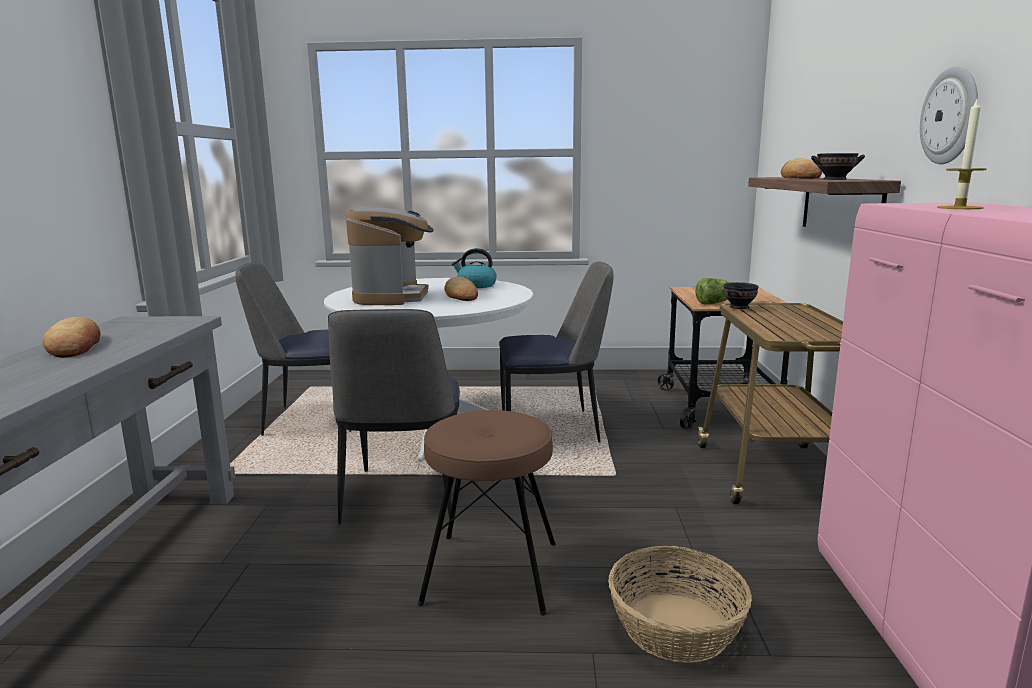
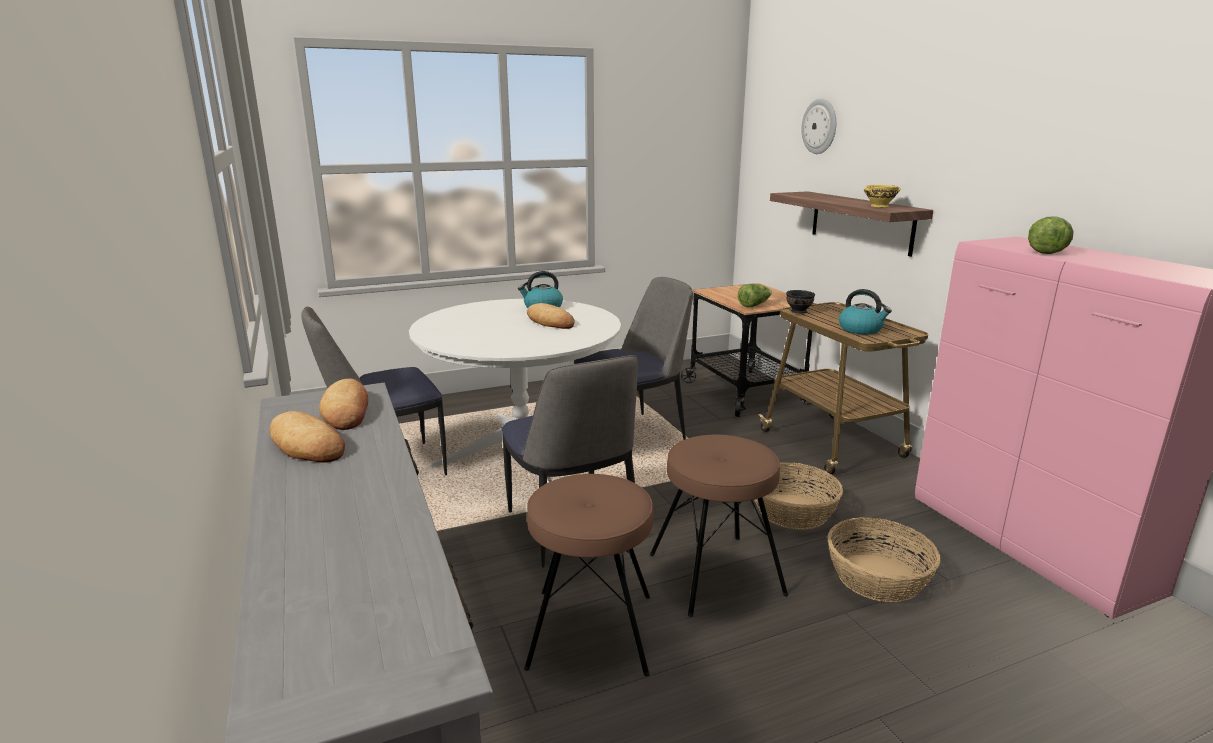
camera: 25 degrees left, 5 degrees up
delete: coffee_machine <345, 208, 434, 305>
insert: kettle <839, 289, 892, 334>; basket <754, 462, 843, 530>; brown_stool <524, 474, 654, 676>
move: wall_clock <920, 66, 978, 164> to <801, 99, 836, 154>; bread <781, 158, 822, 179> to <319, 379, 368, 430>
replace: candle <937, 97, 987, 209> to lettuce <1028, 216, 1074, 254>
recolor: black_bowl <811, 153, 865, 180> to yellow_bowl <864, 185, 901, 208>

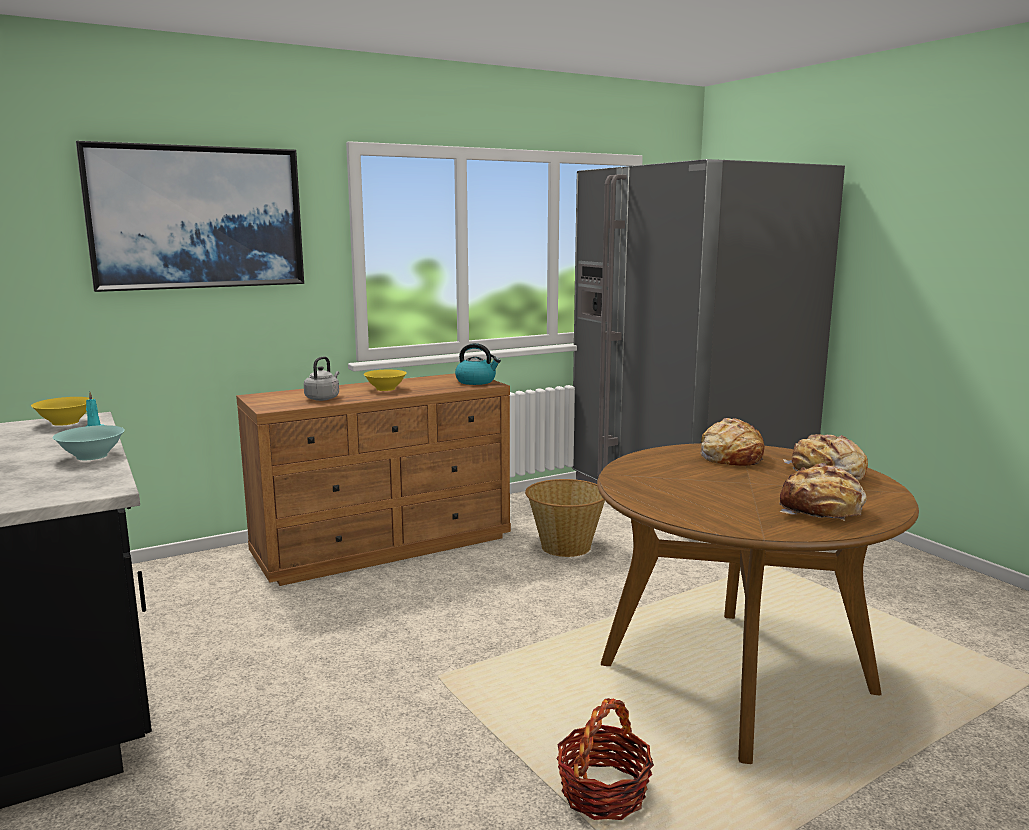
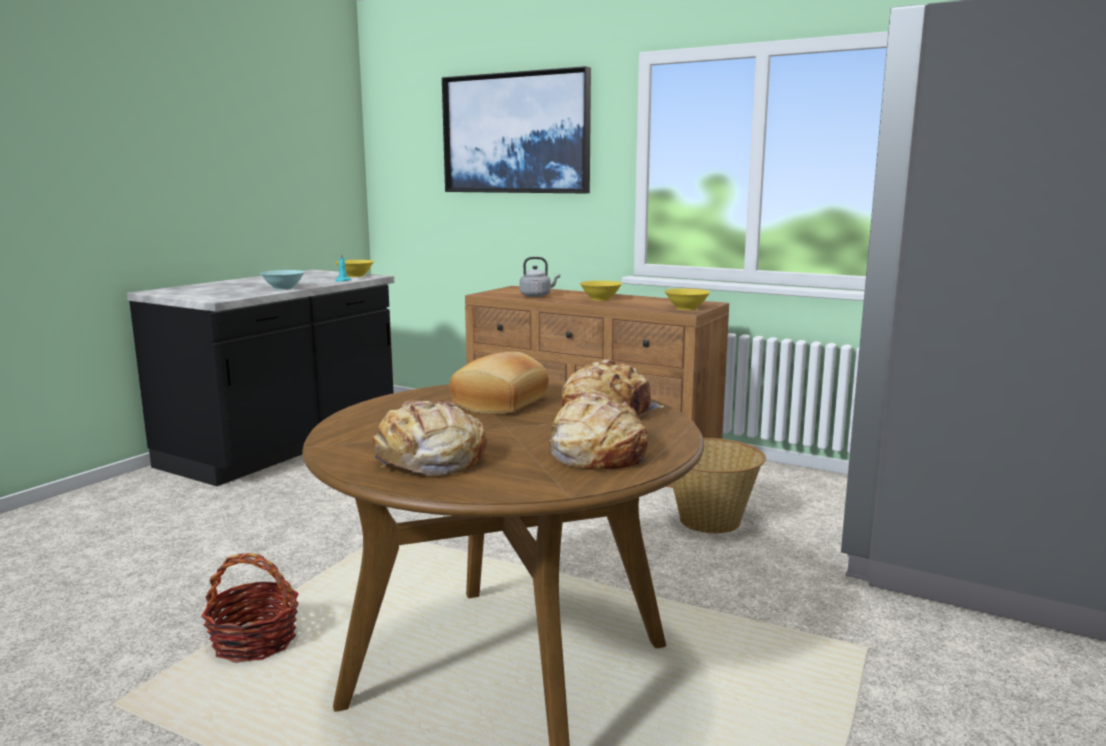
camera: 60 degrees right, 0 degrees up
insert: bread <450, 352, 549, 414>
replace: kettle <455, 343, 501, 385> to yellow_bowl <664, 288, 711, 310>

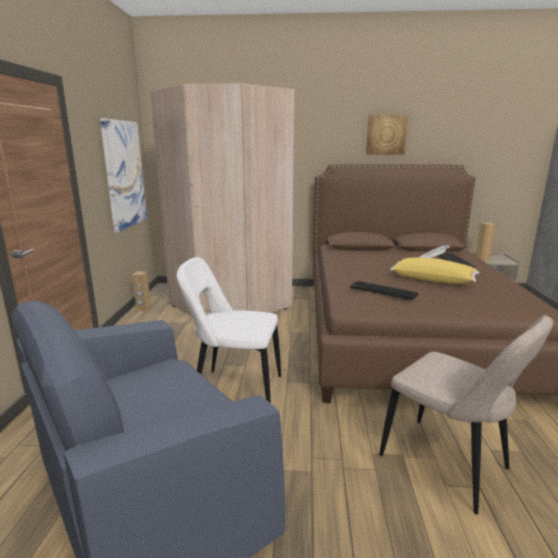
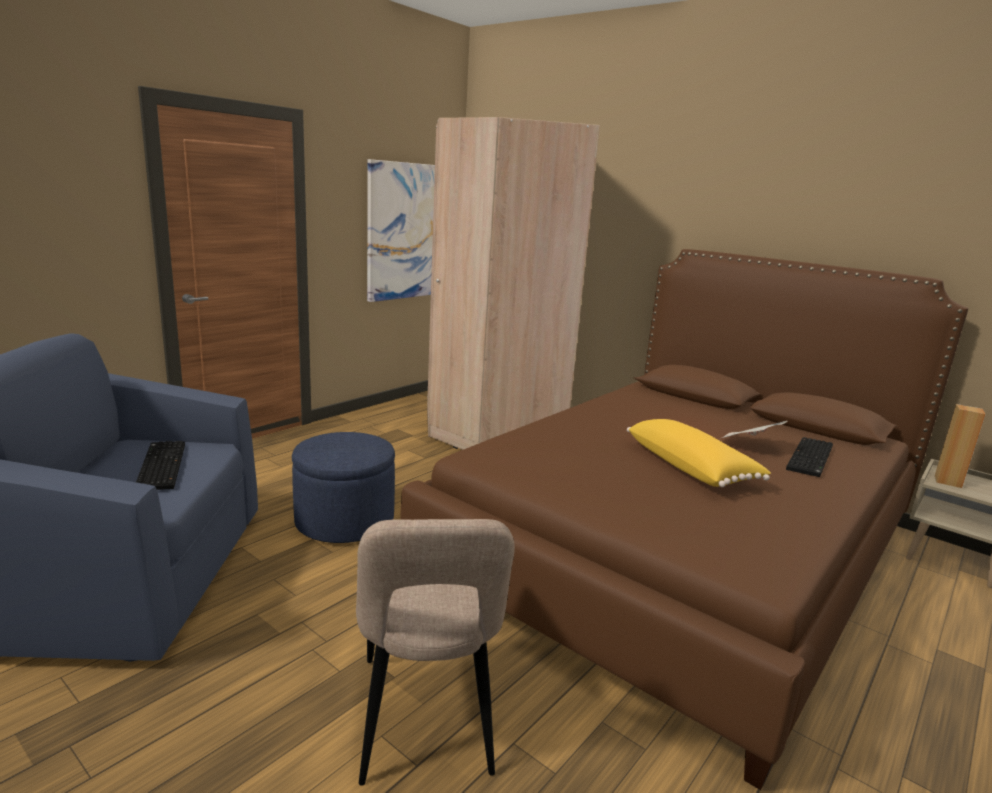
camera: 35 degrees right, 0 degrees up
delete: picture <366, 114, 408, 154>; brown_speaker <132, 271, 151, 312>
move: keyboard <350, 281, 418, 300> to <136, 441, 185, 490>
replace: white_chair <177, 257, 281, 403> to blue_ottoman <292, 432, 395, 543>

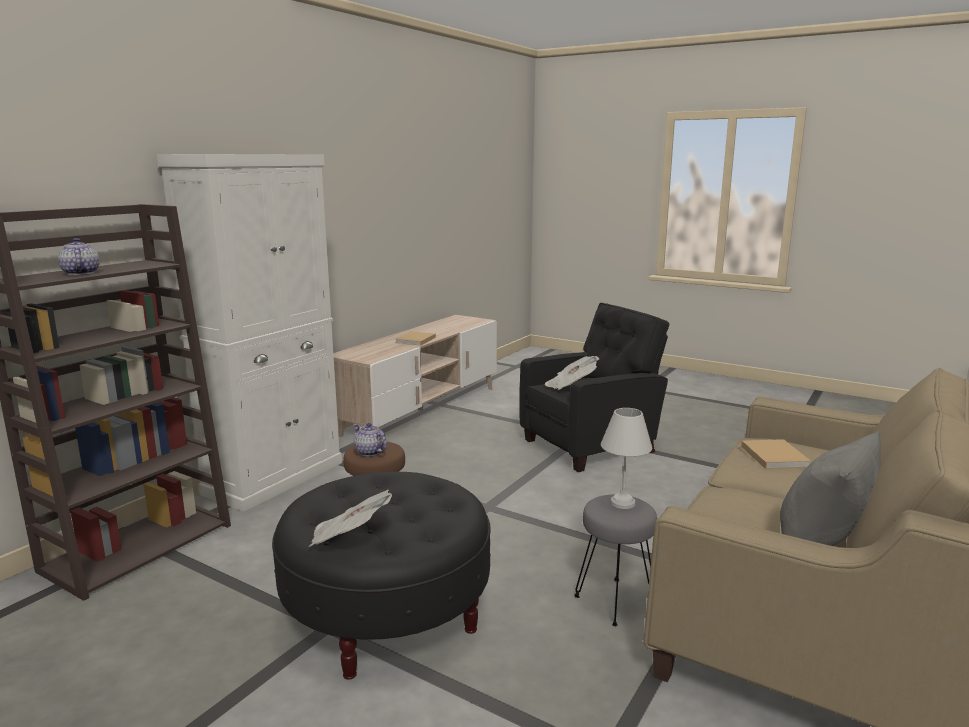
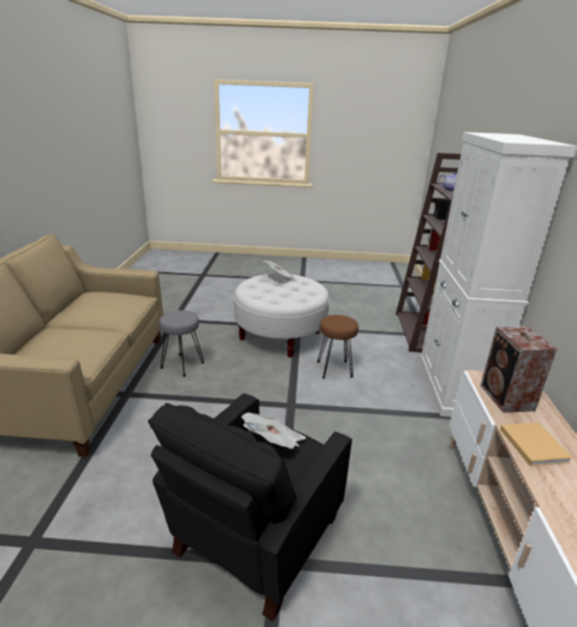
camera: 150 degrees right, 10 degrees up
delete: white_table_lamp <601, 408, 652, 509>; teapot <353, 423, 387, 456>; grey_pillow <780, 431, 881, 546>; beige_book <741, 439, 811, 469>
insert: speaker <480, 326, 557, 413>
recolor: black_ottoman <272, 472, 491, 680> to white_ottoman <234, 274, 330, 357>

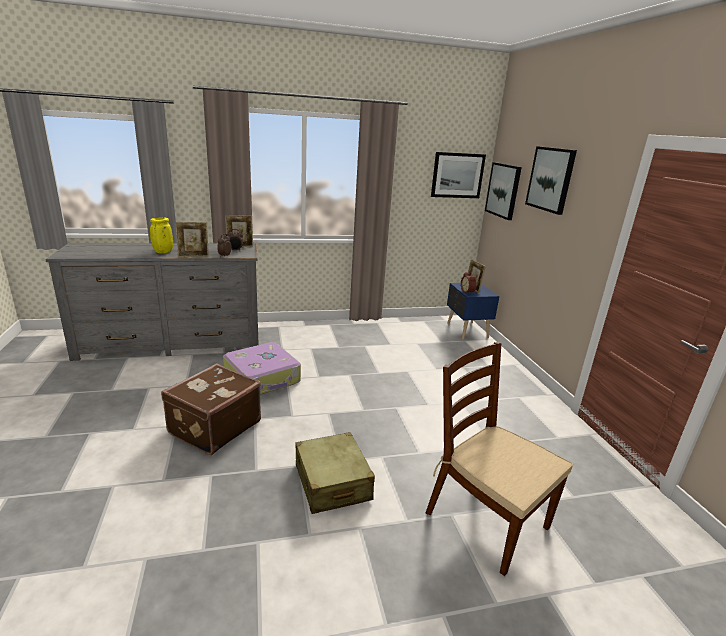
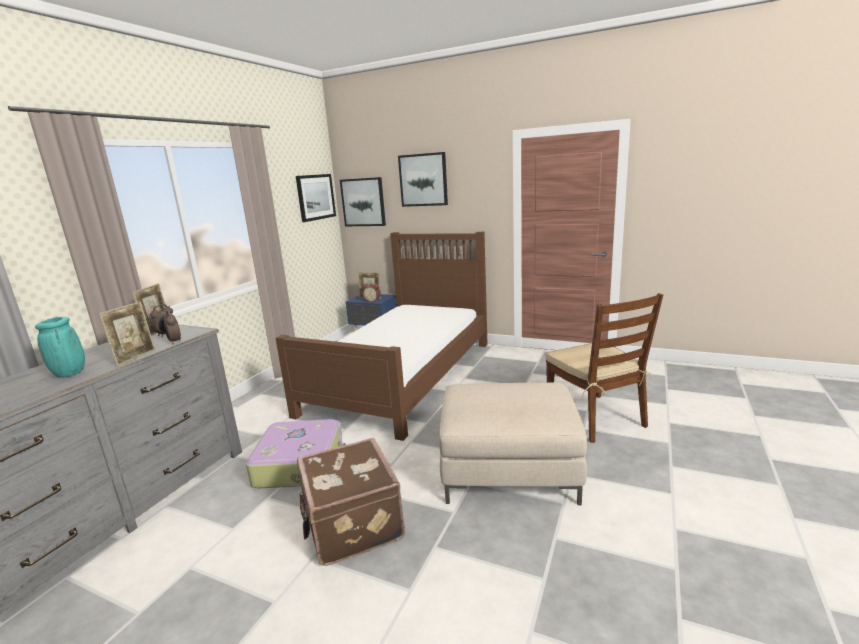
camera: 50 degrees left, 5 degrees down
insert: brown_bed <275, 232, 488, 441>
replace: beige_suitcase <295, 432, 375, 514> to beige_ottoman <439, 383, 587, 505>
recolor: yellow_vase <150, 217, 173, 253> to turquoise_vase <35, 317, 85, 378>
rotate: brown_chair <426, 342, 573, 576> = <545, 293, 663, 443> 105 degrees counterclockwise

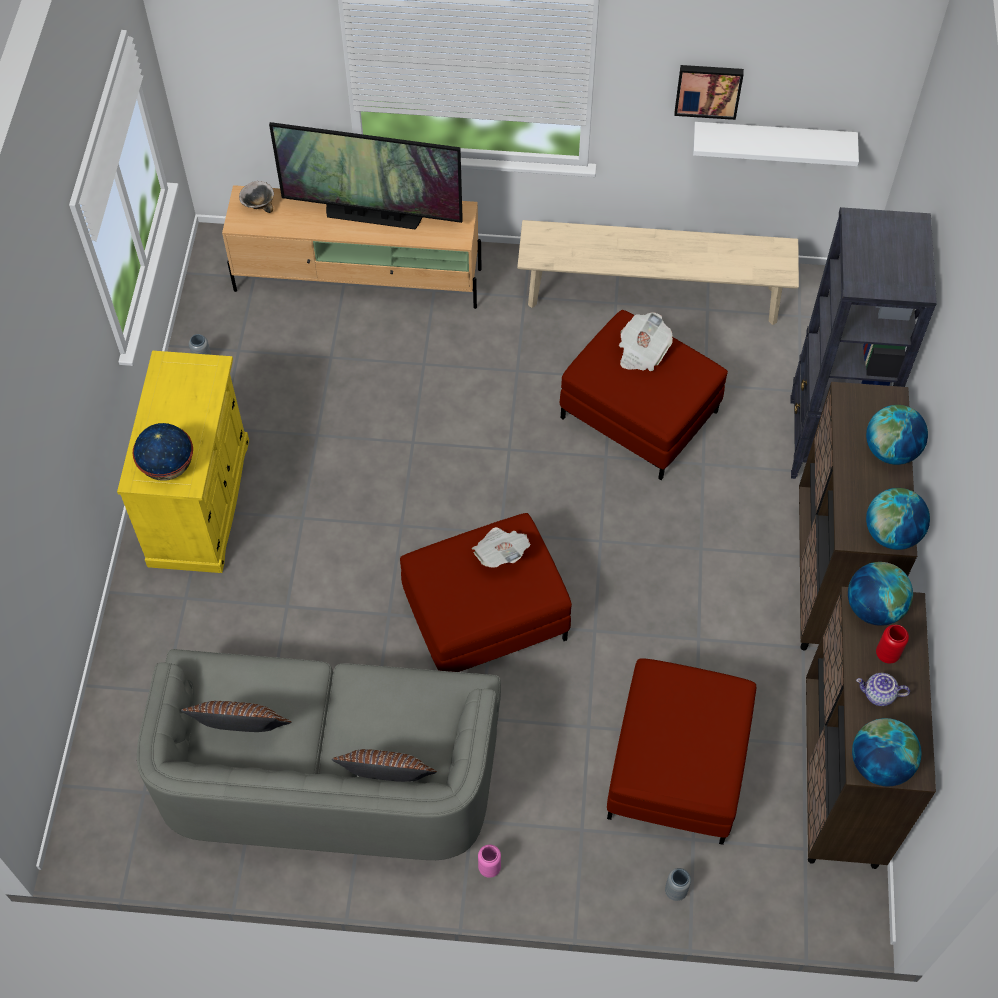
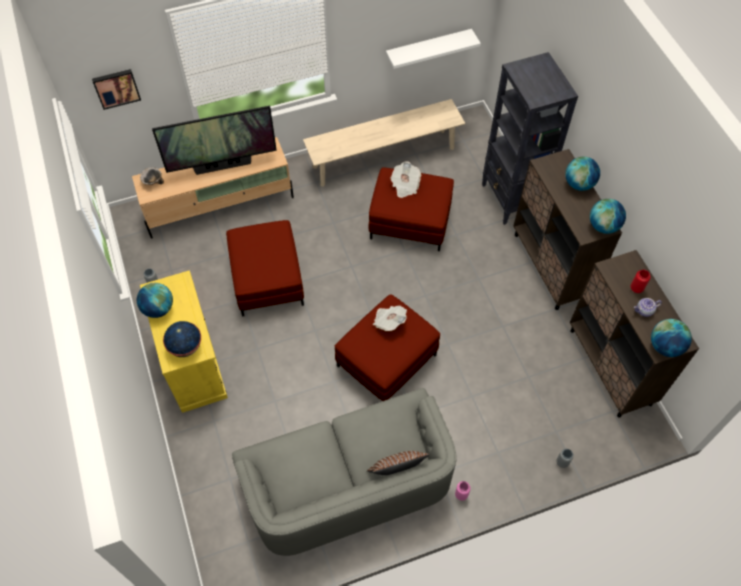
camera: 25 degrees left, 0 degrees up
delete: brown_pillow <181, 701, 291, 732>
move: picture <674, 65, 744, 120> to <92, 69, 141, 110>; globe <848, 562, 913, 626> to <137, 283, 173, 318>; red_ottoman <607, 658, 756, 845> to <226, 220, 304, 317>

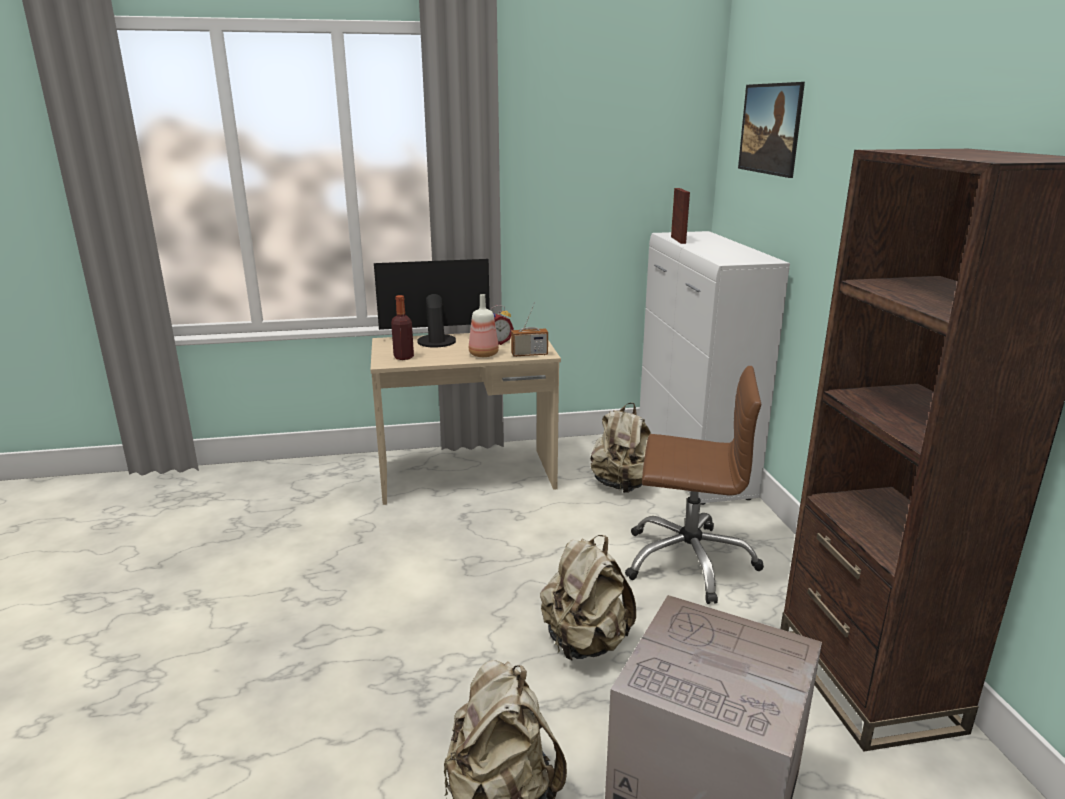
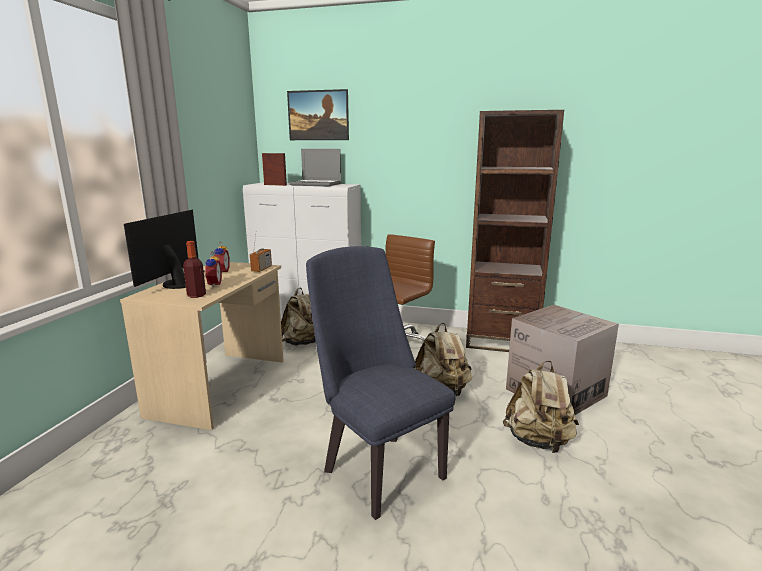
camera: 65 degrees left, 5 degrees down
delete: bottle <469, 294, 499, 357>
insert: laptop <289, 149, 341, 186>; blue_chair <306, 246, 455, 520>; alarm_clock <203, 252, 222, 287>

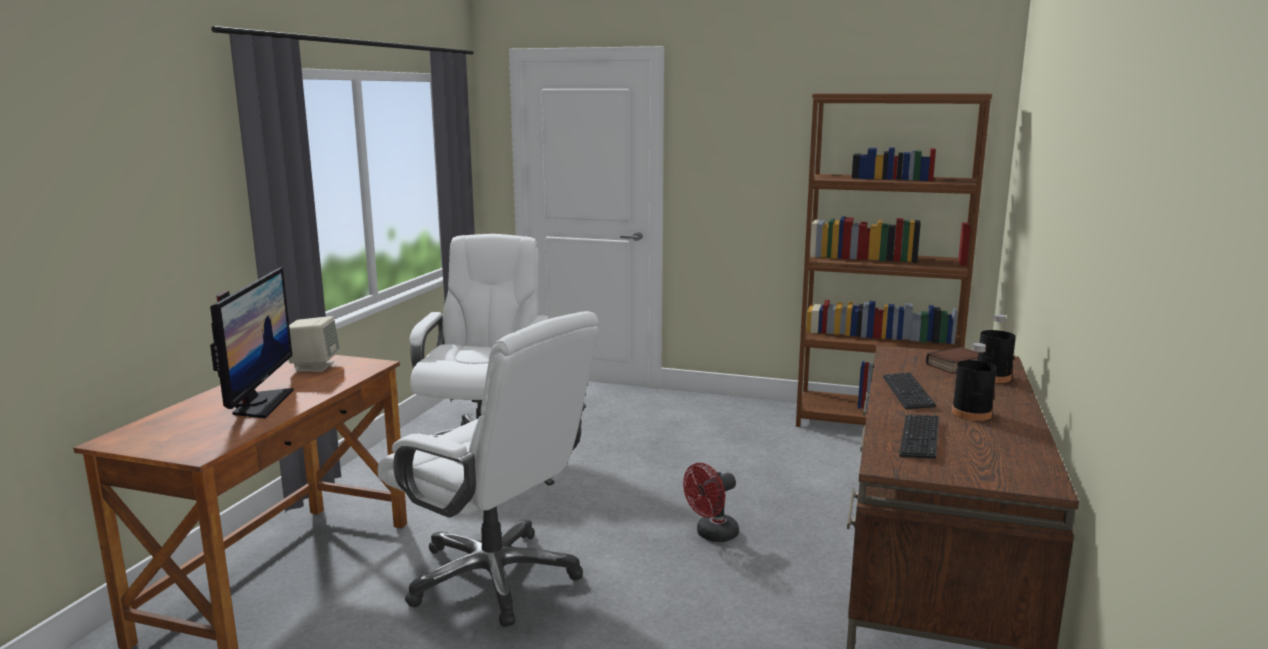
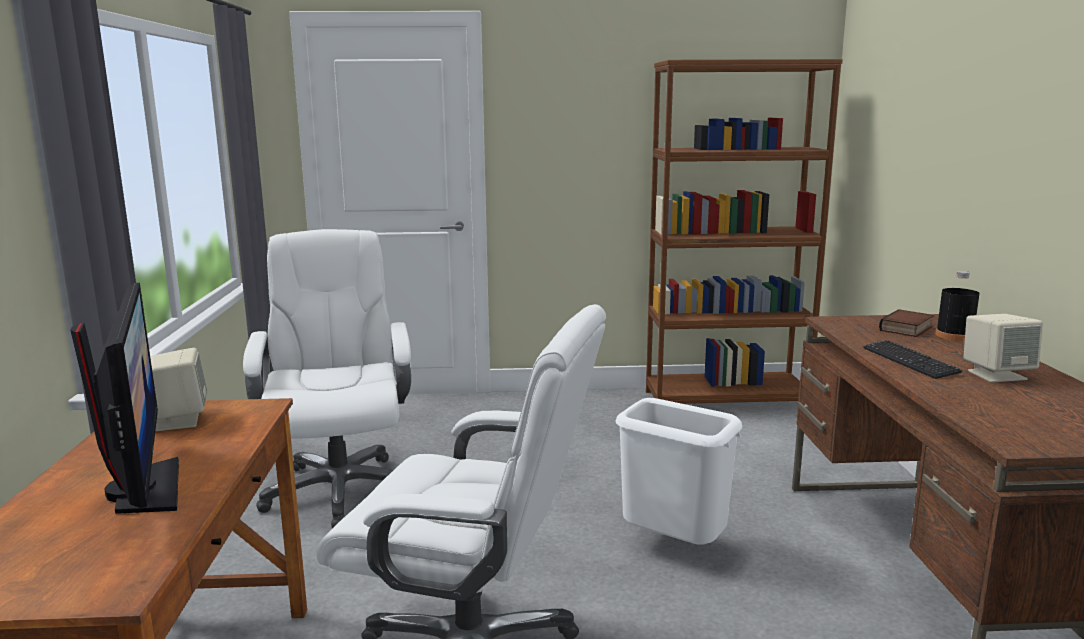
camera: 20 degrees left, 0 degrees up
delete: keyboard <899, 414, 939, 459>
replace: black_bottle <952, 343, 997, 421> to beige_speaker <963, 314, 1043, 383>; red_fan <683, 463, 739, 542> to white_trash_can <615, 398, 743, 545>

